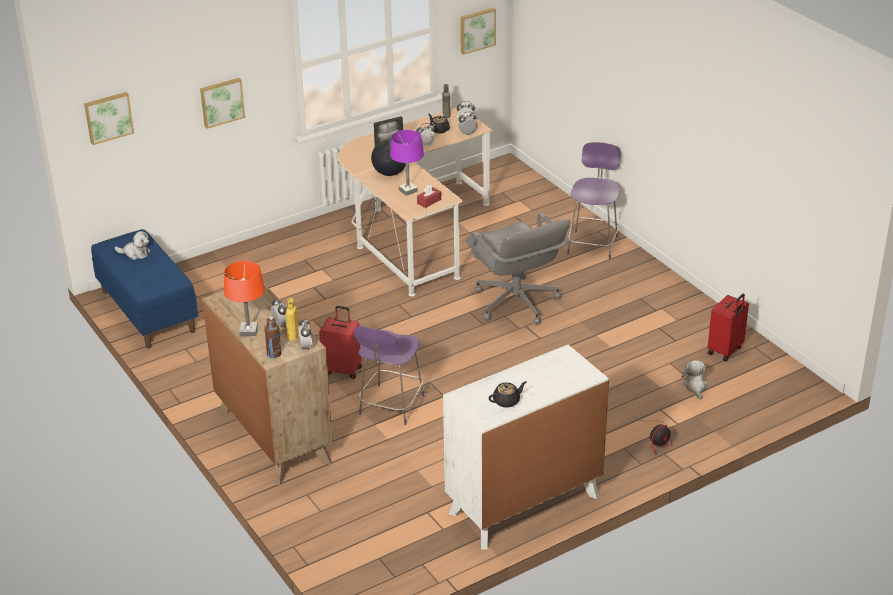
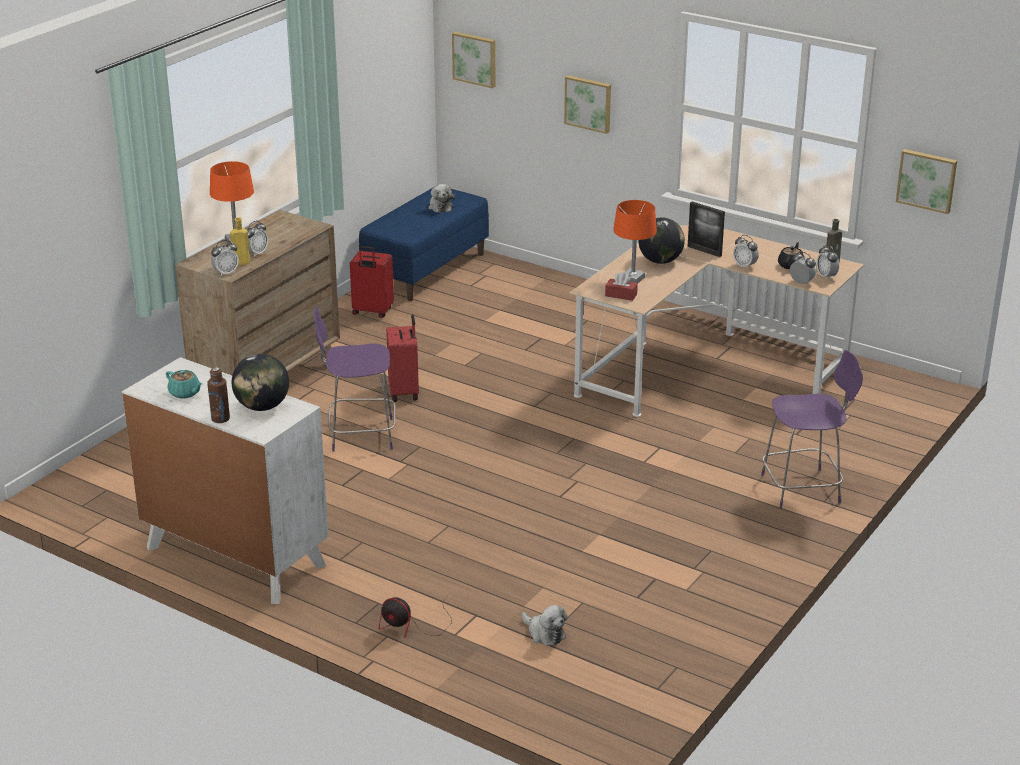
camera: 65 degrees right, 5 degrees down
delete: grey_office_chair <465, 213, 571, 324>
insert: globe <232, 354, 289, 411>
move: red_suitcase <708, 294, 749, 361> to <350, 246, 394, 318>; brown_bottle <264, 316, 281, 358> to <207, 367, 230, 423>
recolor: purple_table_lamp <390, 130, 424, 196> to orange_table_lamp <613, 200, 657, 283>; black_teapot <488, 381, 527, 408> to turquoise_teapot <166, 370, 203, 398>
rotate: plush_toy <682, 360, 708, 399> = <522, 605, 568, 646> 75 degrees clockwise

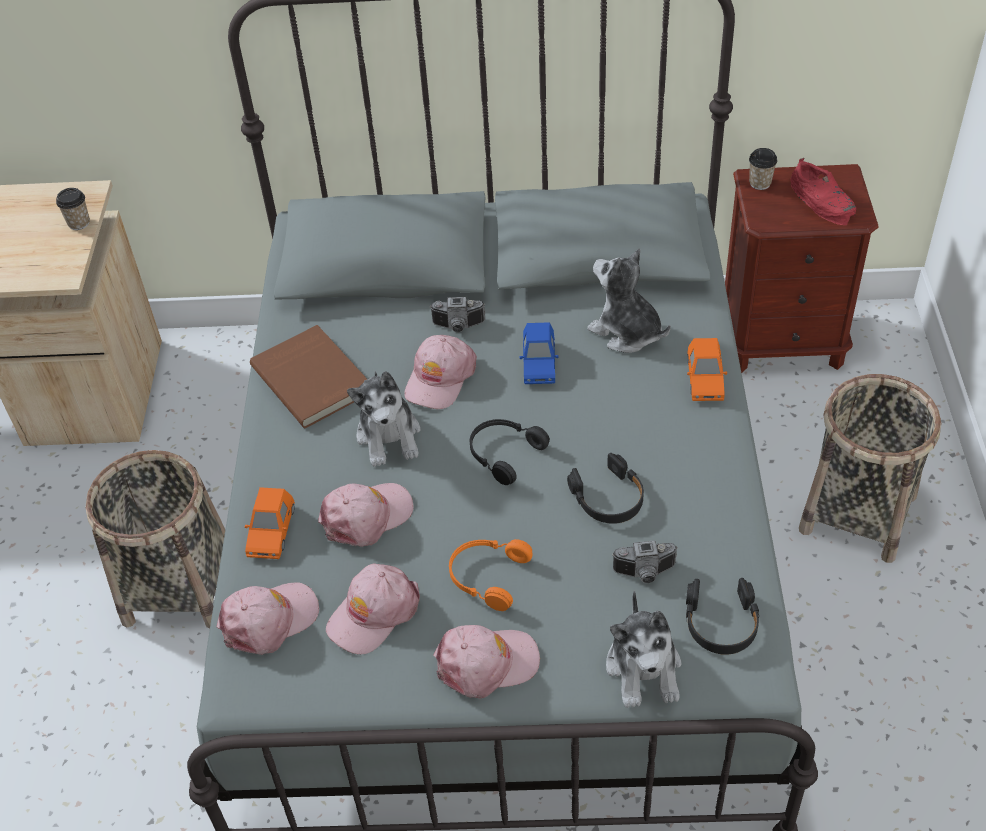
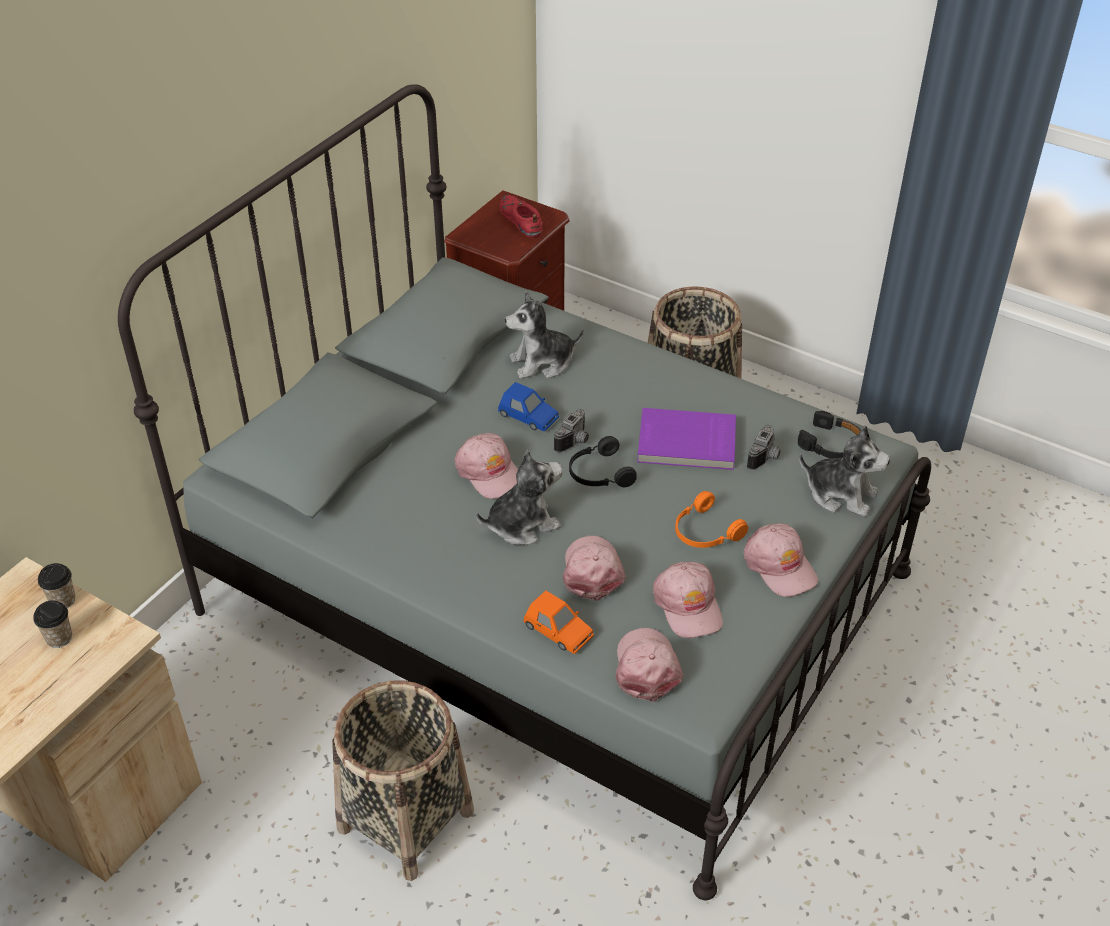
camera: 60 degrees left, 5 degrees down
delete: brown_book <250, 325, 367, 428>; orange_toy_car <687, 338, 727, 401>
move: cup <749, 148, 778, 190> to <33, 600, 72, 648>; photo_camera <430, 297, 485, 332> to <554, 409, 589, 452>
replace: black_headphones <567, 453, 644, 524> to purple_book <637, 408, 736, 470>
rotate: red_shoe <790, 158, 856, 225> = <500, 195, 543, 238> 120 degrees counterclockwise; plush_toy <347, 371, 421, 467> = <476, 449, 563, 545> 45 degrees counterclockwise; pink_cap <433, 625, 540, 699> = <743, 524, 818, 597> 135 degrees clockwise

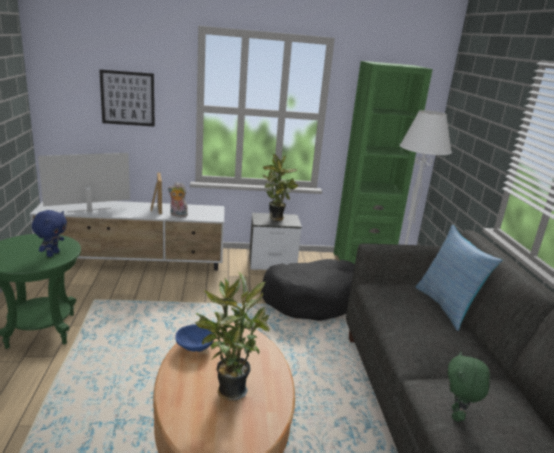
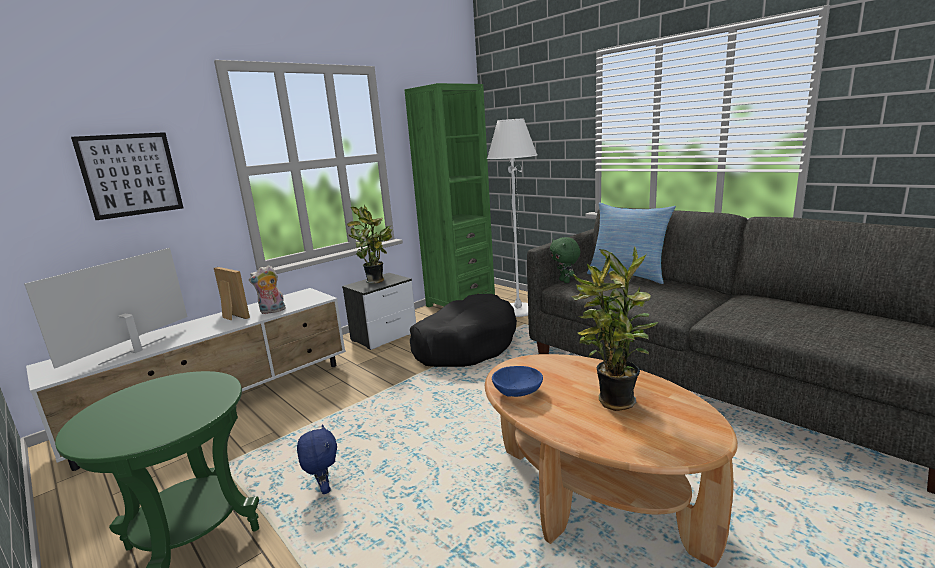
camera: 35 degrees left, 5 degrees down
move: blue_plush_toy <32, 210, 67, 257> to <297, 424, 337, 494>; green_plush_toy <447, 351, 490, 422> to <550, 237, 580, 283>

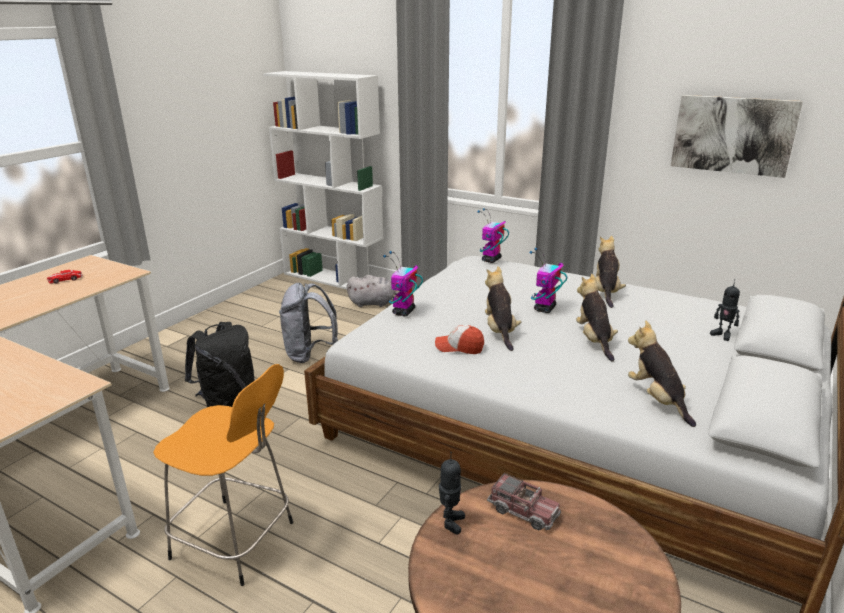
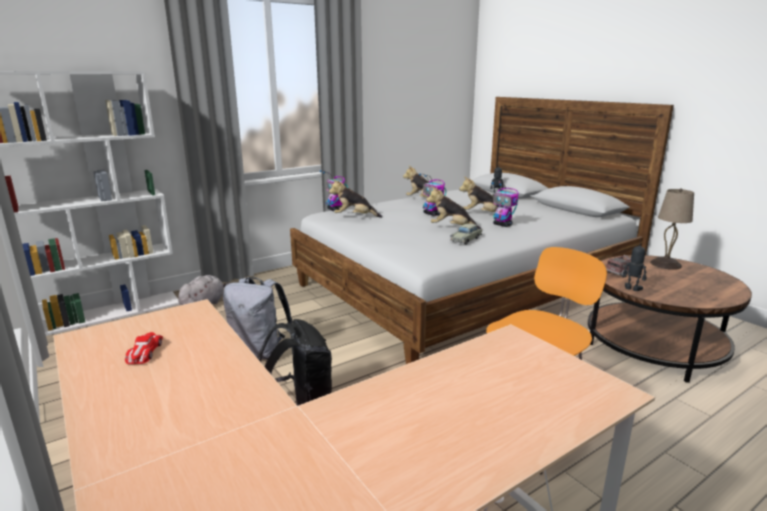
camera: 65 degrees left, 5 degrees down
delete: picture <671, 95, 803, 178>
insert: beige_table_lamp <650, 188, 694, 270>
move: toy_robot <383, 251, 423, 316> to <492, 182, 519, 227>; plush_toy <628, 320, 696, 427> to <329, 179, 382, 218>
replace: cap <435, 325, 484, 354> to beige_toy_car <450, 223, 482, 245>

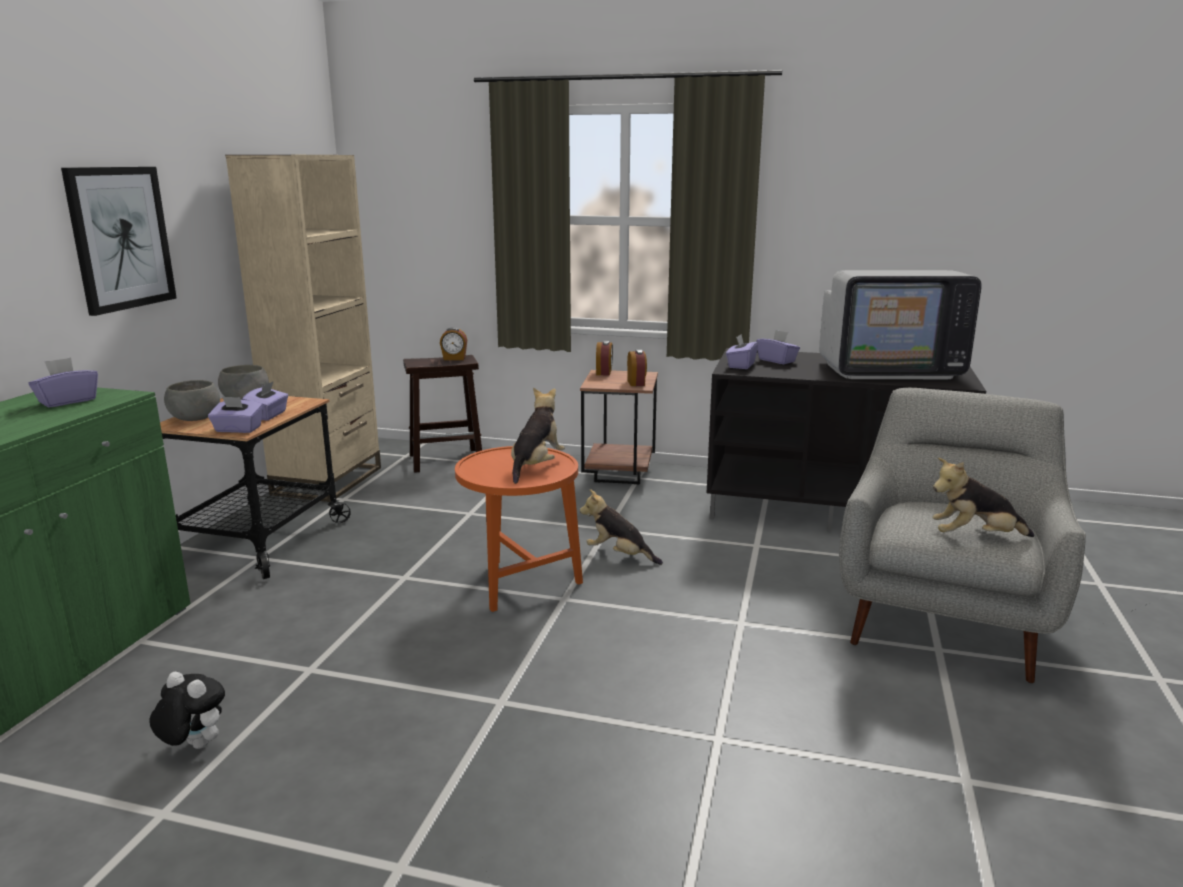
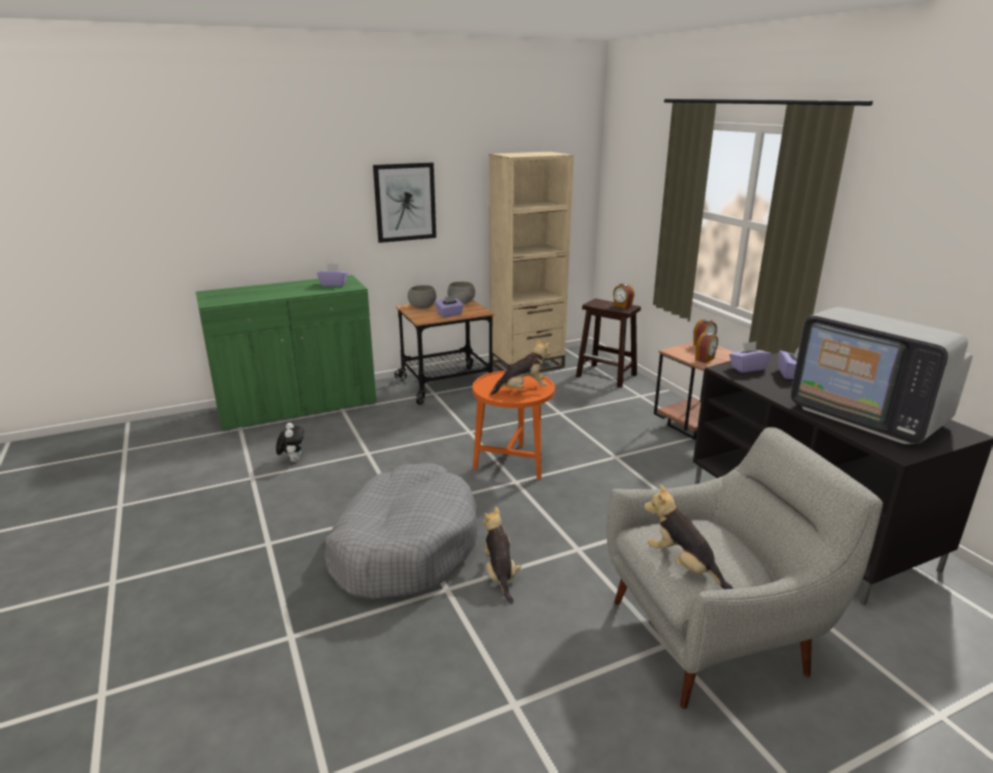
camera: 50 degrees right, 5 degrees up
delete: purple_tissue_box <208, 396, 263, 433>
insert: grey_dog_bed <324, 463, 478, 600>
move: plush_toy <580, 489, 663, 565> to <483, 507, 521, 604>

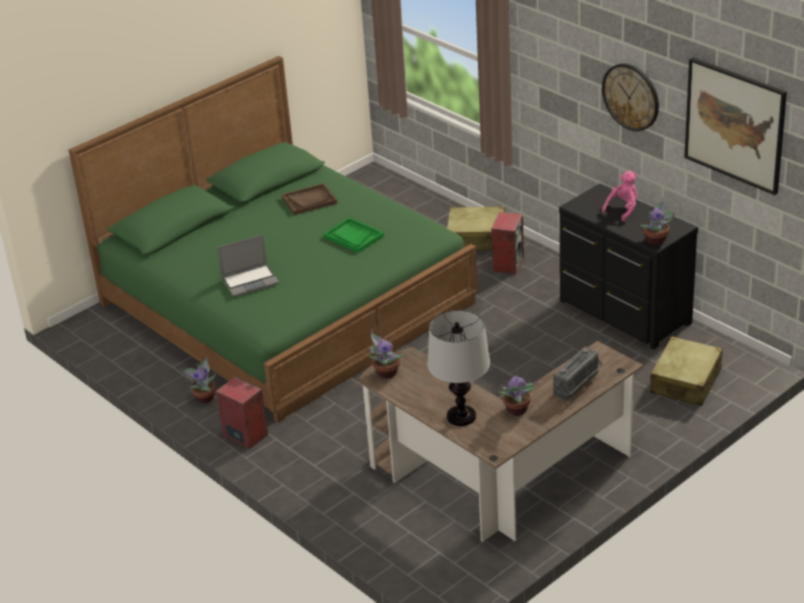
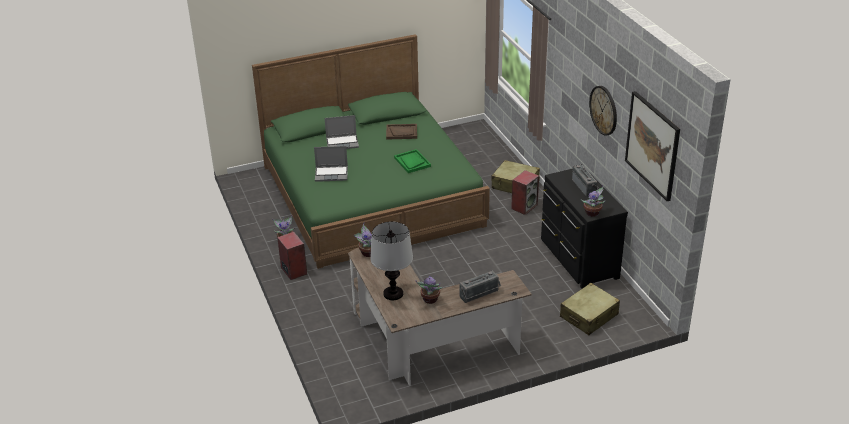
camera: 20 degrees right, 0 degrees up
insert: laptop <325, 115, 359, 149>
replace: pink_plush_toy <602, 171, 638, 222> to radio <572, 164, 599, 197>

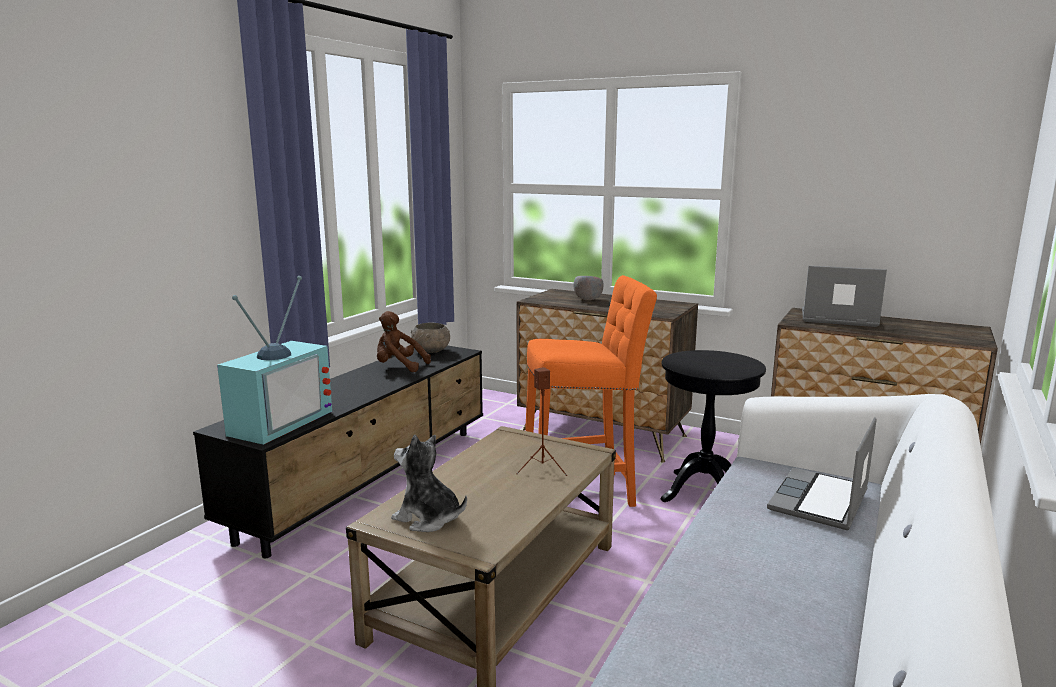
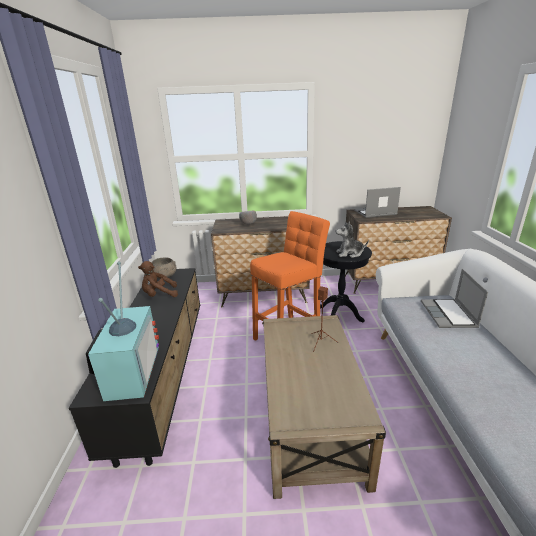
camera: 30 degrees left, 10 degrees up
move: plush_toy <391, 435, 467, 532> to <336, 222, 369, 258>

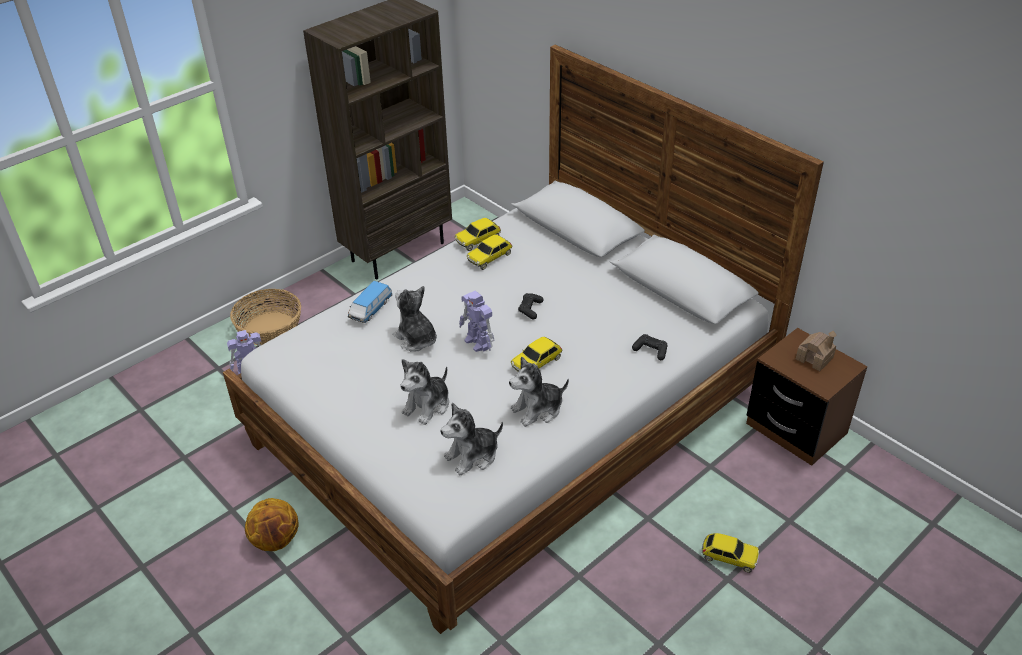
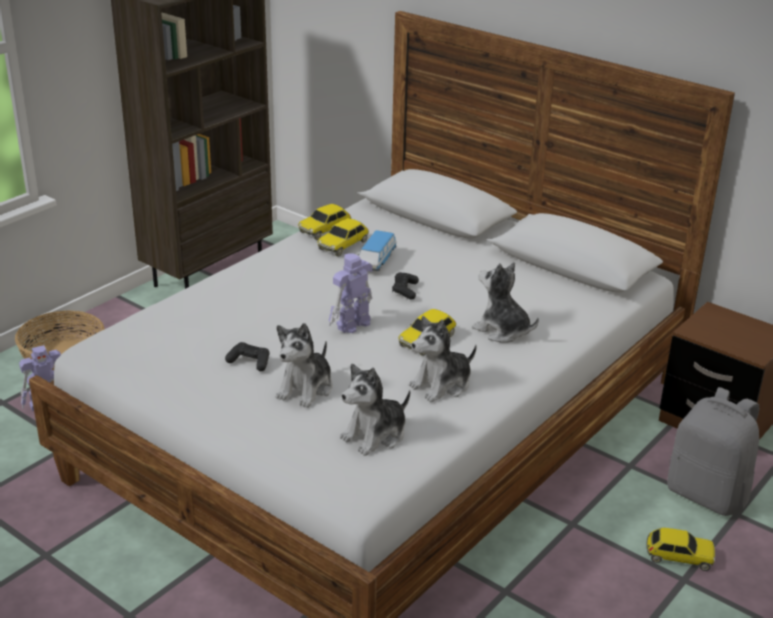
camera: 10 degrees left, 10 degrees down
delete: toy_house <796, 331, 836, 371>; basketball <245, 498, 298, 551>
insert: grey_backpack <667, 387, 759, 516>
move: toy_car <348, 281, 393, 323> to <358, 230, 396, 271>; plush_toy <393, 286, 437, 352> to <472, 262, 539, 343>; black_game_controller <632, 334, 667, 360> to <225, 342, 270, 371>
rotate: toy_robot <459, 291, 494, 352> = <329, 253, 372, 333> 90 degrees clockwise

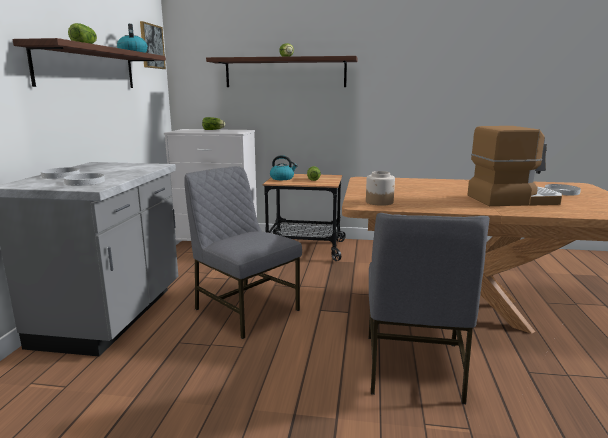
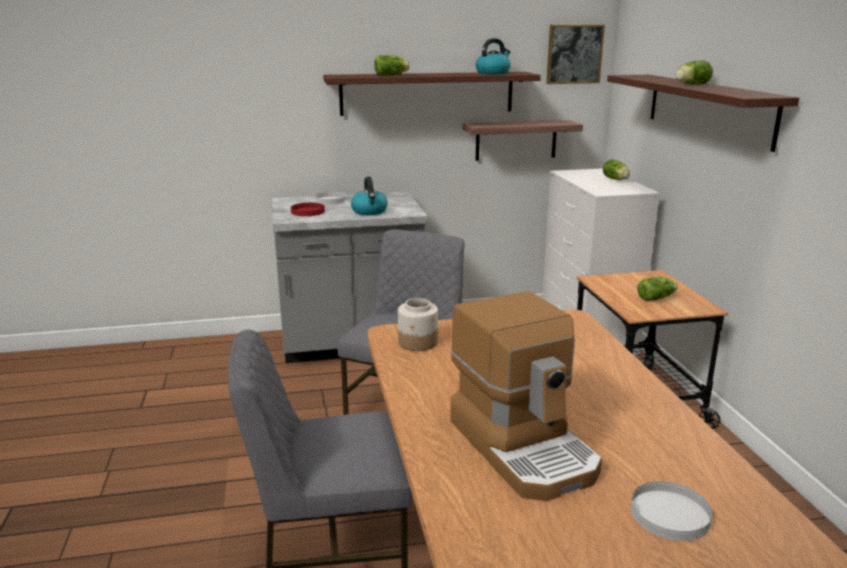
camera: 70 degrees right, 5 degrees up
insert: shelf <463, 120, 583, 161>
move: kettle <270, 155, 298, 180> to <351, 177, 388, 215>
recolor: white_plate <64, 173, 105, 186> to red_plate <291, 203, 325, 216>

